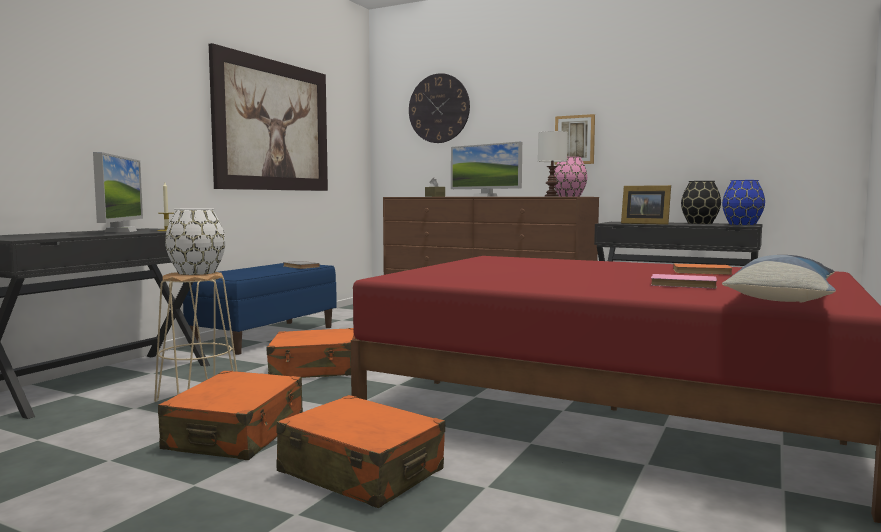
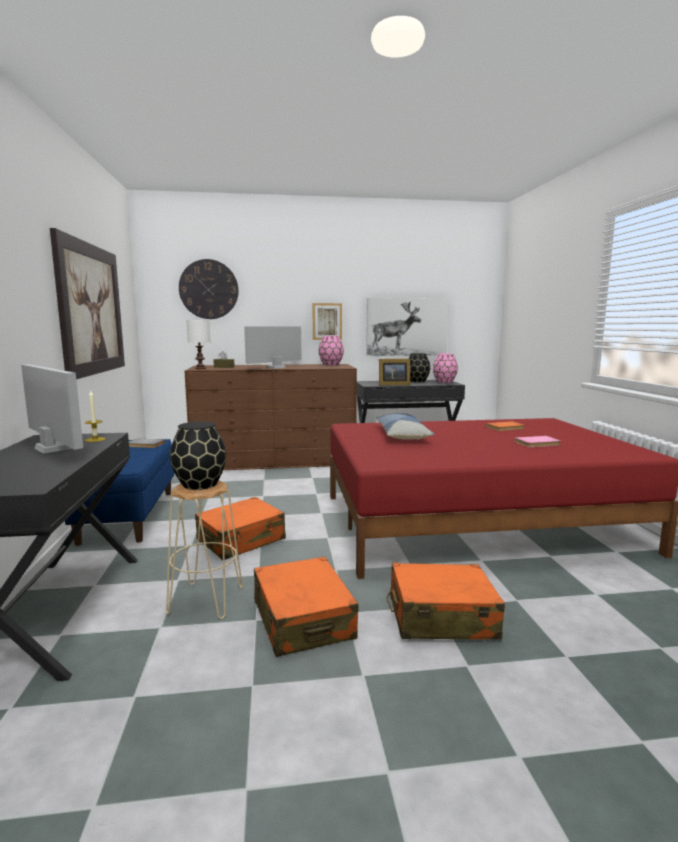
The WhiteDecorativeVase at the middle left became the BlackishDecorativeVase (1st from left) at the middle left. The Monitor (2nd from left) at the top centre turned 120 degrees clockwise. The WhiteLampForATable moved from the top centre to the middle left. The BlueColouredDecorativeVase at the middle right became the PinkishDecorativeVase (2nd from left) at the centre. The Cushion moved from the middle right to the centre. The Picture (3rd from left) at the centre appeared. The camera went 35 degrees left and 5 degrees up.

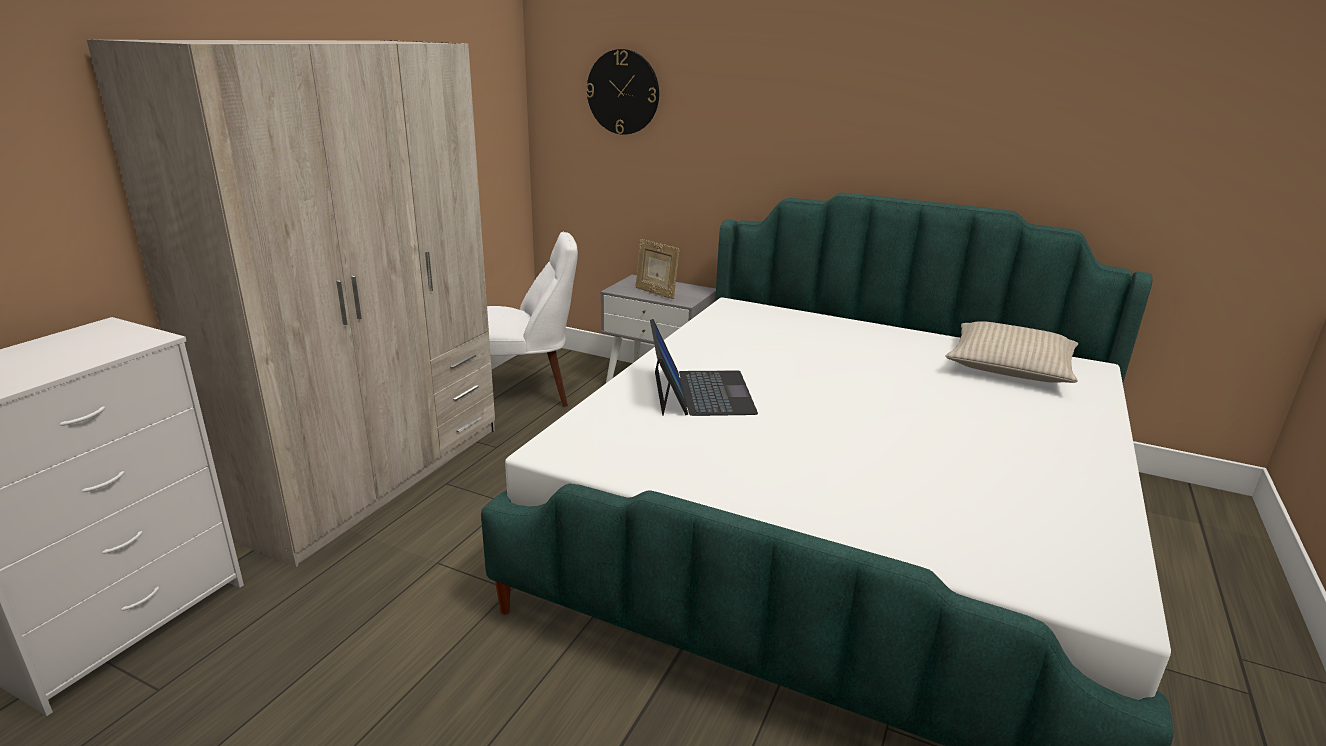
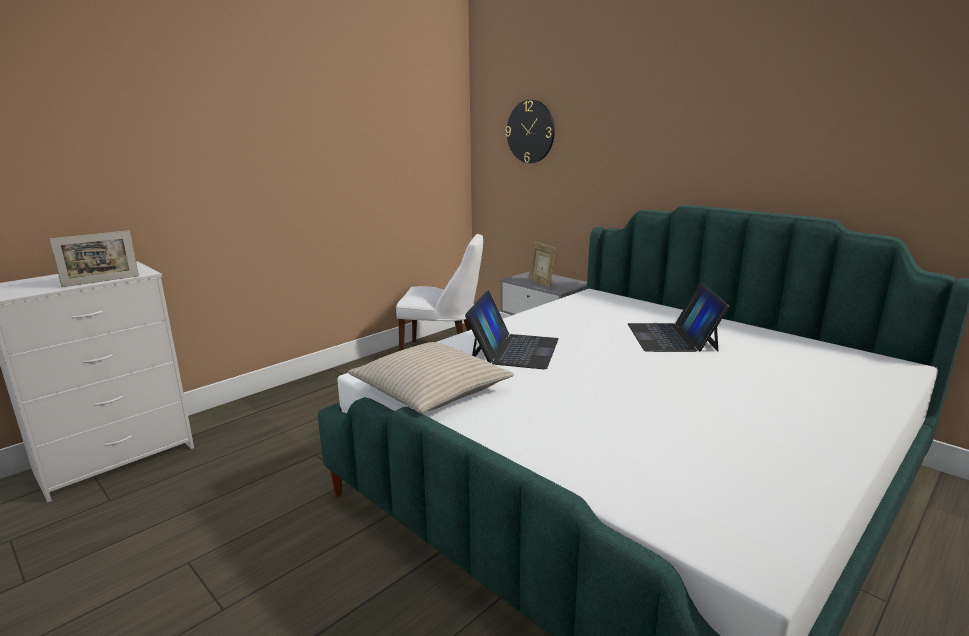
The SandColouredWardrobe at the middle left disappeared. The SandColouredCushion moved from the middle right to the centre. The PhotoFrame (1st from left) at the middle left appeared. The PortableComputer (2nd from left) at the middle right appeared. The camera went 20 degrees right and 5 degrees down.

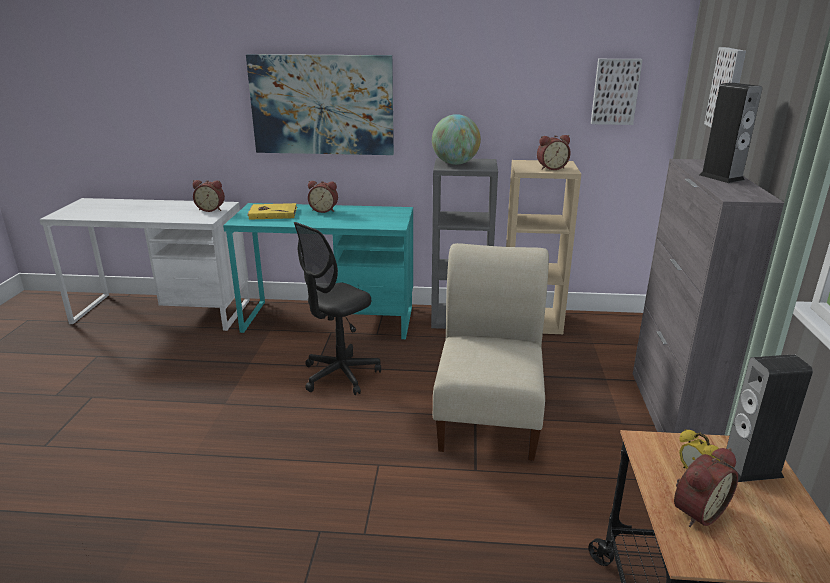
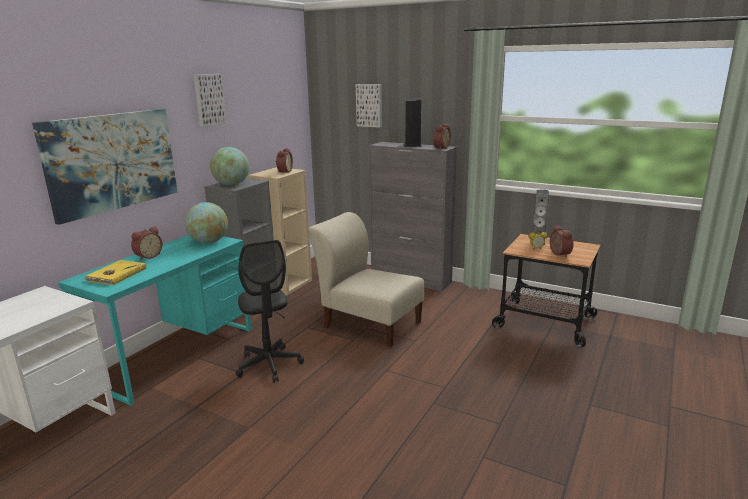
The TableClock (1st from left in the first image) moved from the middle left to the top centre. The Picture (2nd from left) moved from the top right to the top left. The WorldGlobe (1st from left) at the middle left appeared. The camera went 65 degrees left and 5 degrees down.

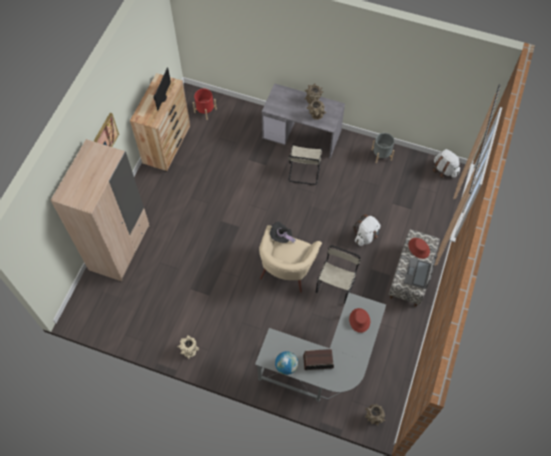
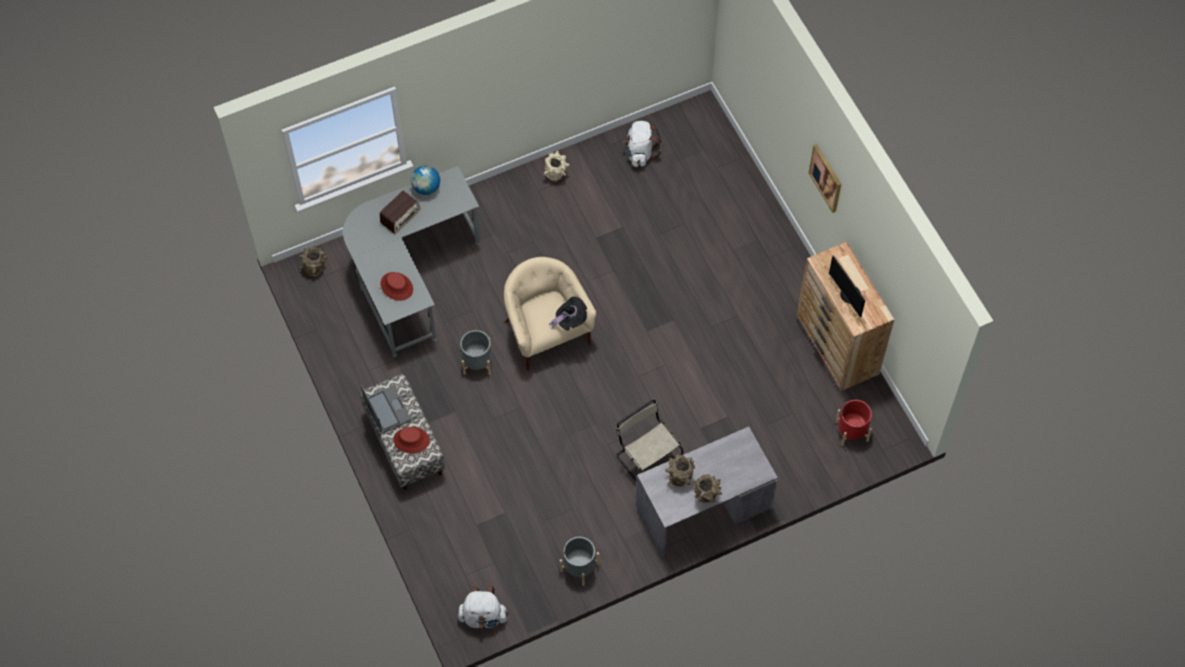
The SandColouredWardrobe at the middle left disappeared. The SandColouredPlainChair (2nd from left) at the centre was replaced by the GreyishPlantPot (1st from left) at the centre. The WhiteBackpack (1st from left in the first image) moved from the centre to the top centre. The camera went 135 degrees right and 0 degrees up.

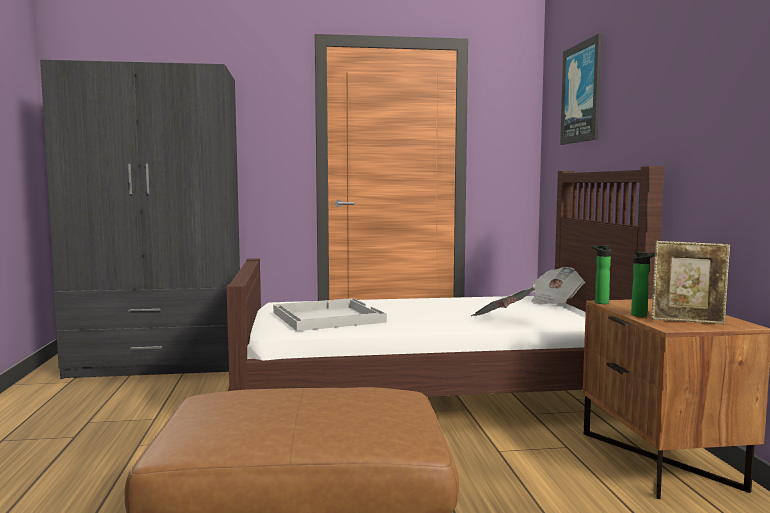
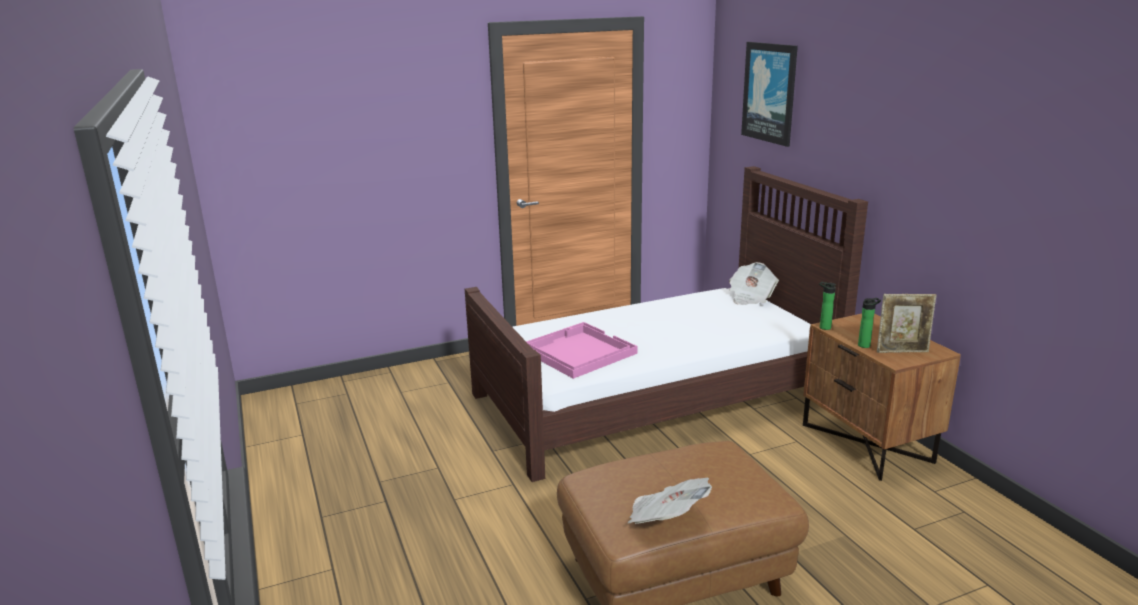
The GreyishWardrobe at the middle left disappeared. The WhiteServingTray at the centre became the PinkishServingTray at the centre. The Newspaper (1st from left) moved from the centre to the bottom centre. The camera went 15 degrees left and 15 degrees up.

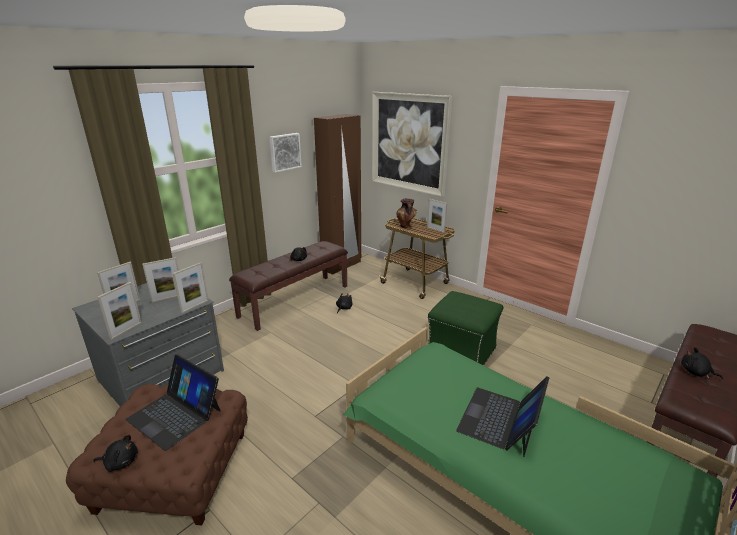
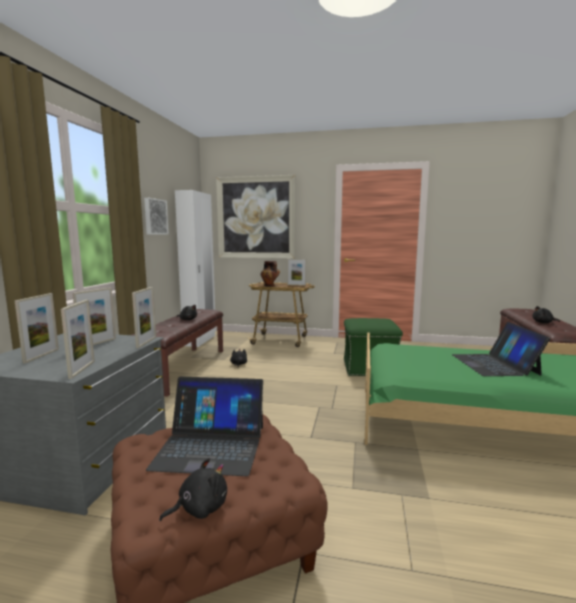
The BrownColouredWardrobe at the centre became the WhiteWardrobe at the centre. The camera went 30 degrees left and 15 degrees down.

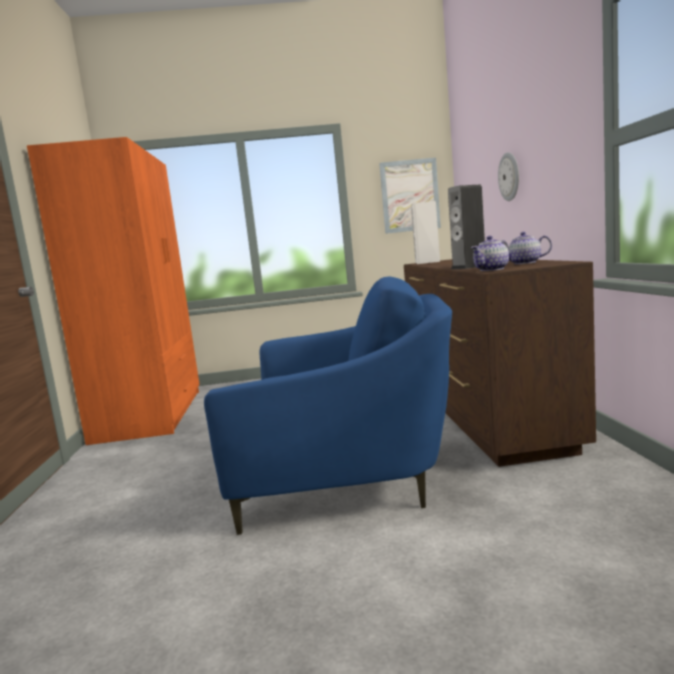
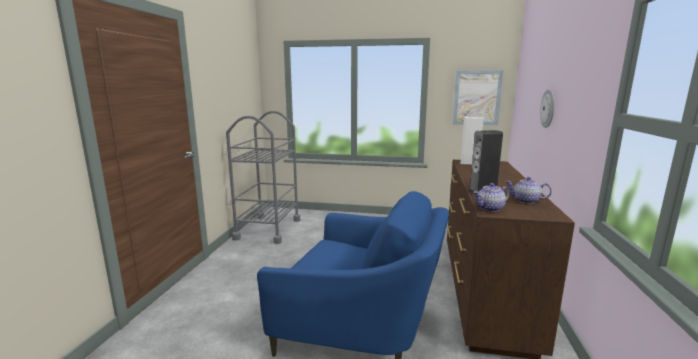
The OrangeyWardrobe at the middle left was replaced by the GreyishTrolley at the centre. The camera went 15 degrees right and 5 degrees up.

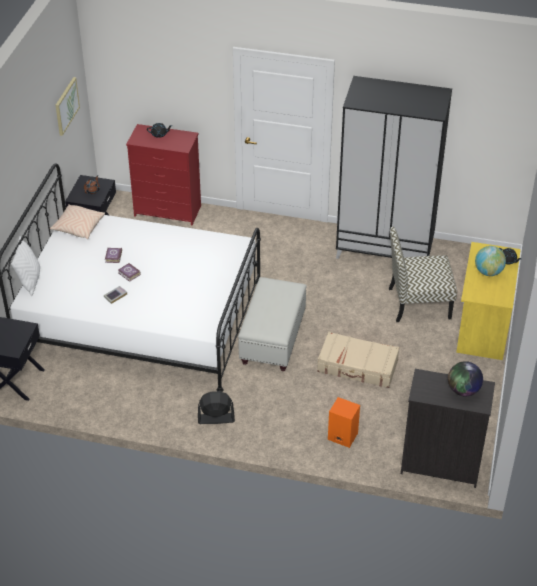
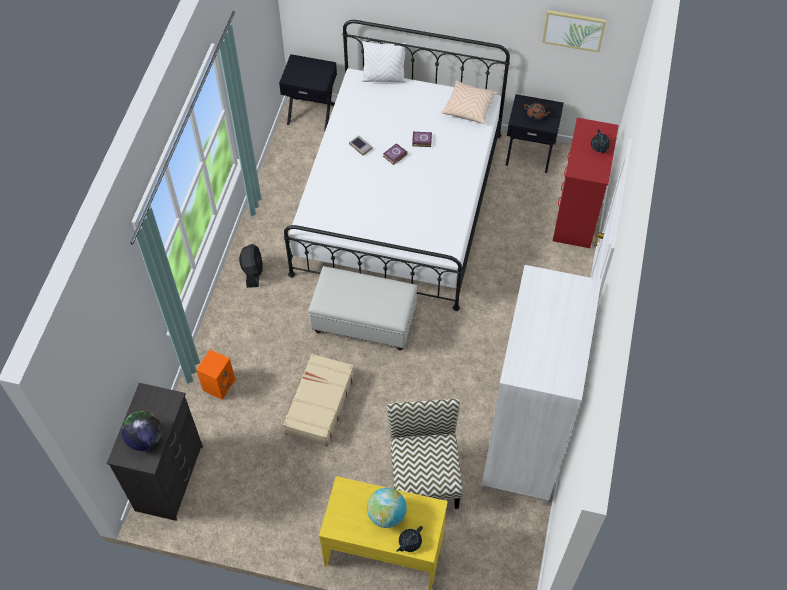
The BlackishWardrobe at the top right became the WhiteWardrobe at the middle right. The camera went 90 degrees right and 15 degrees up.

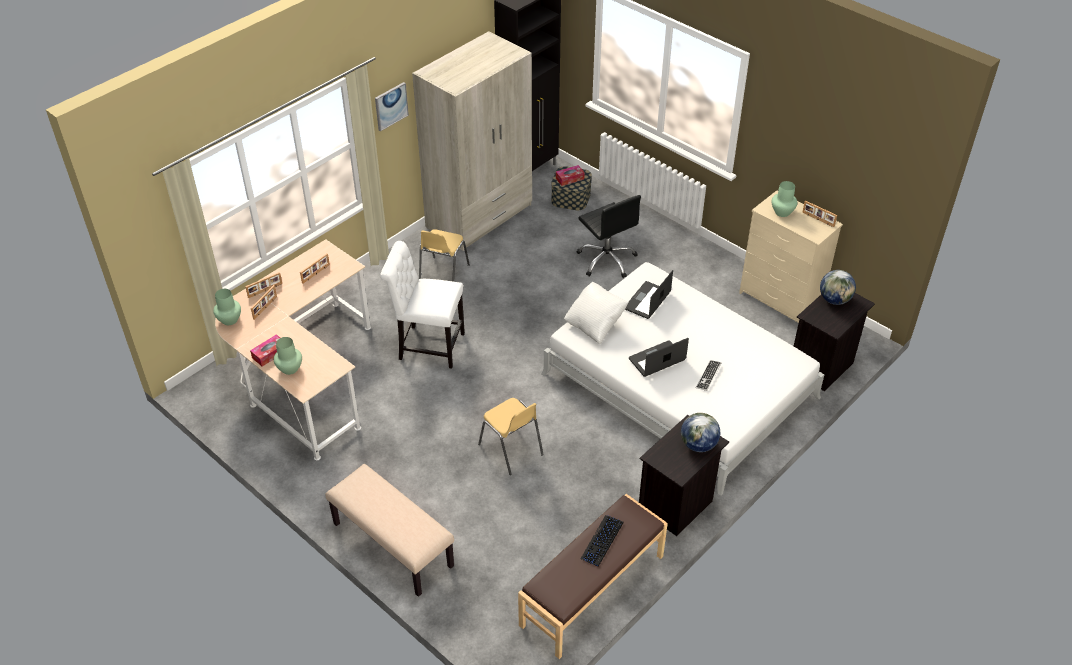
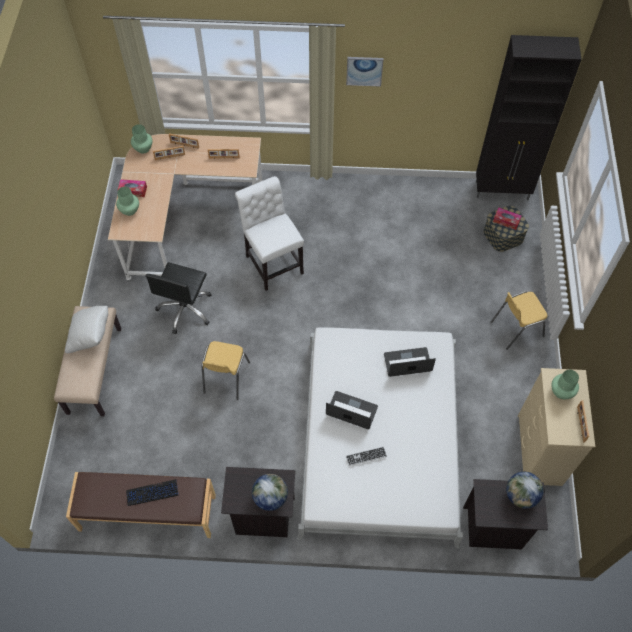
The SandColouredWardrobe at the top centre disappeared. The YellowPlainChair (1st from left in the first image) moved from the centre to the middle right. The WhiteCushion moved from the centre to the middle left. The BlackishOfficeChair moved from the centre to the middle left. The camera went 50 degrees right and 15 degrees up.

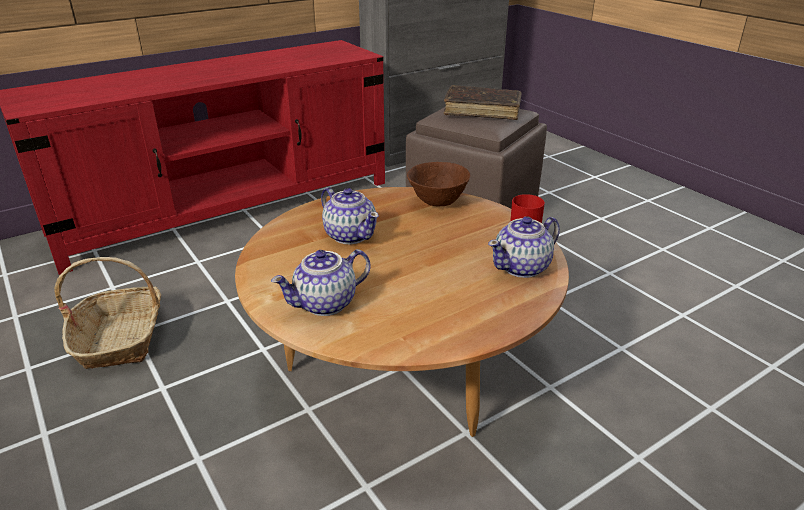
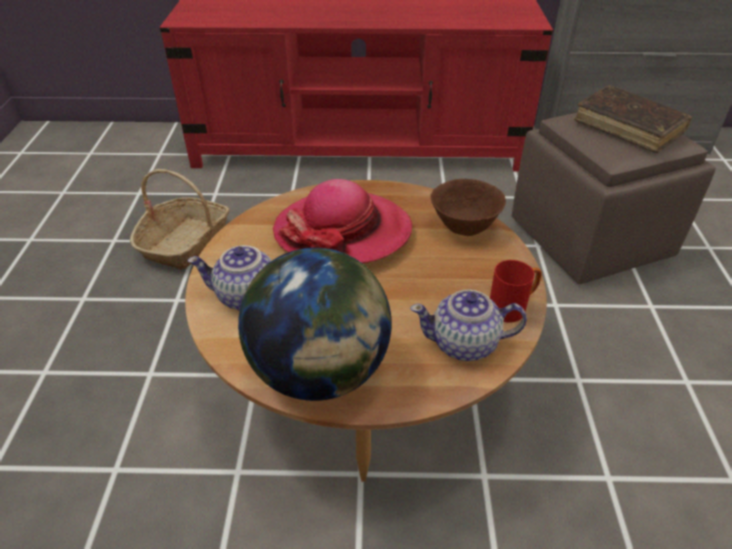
The Teapot (2nd from left) at the centre was replaced by the WearableHat at the centre. The WorldGlobe at the centre appeared. The camera went 35 degrees right and 10 degrees up.

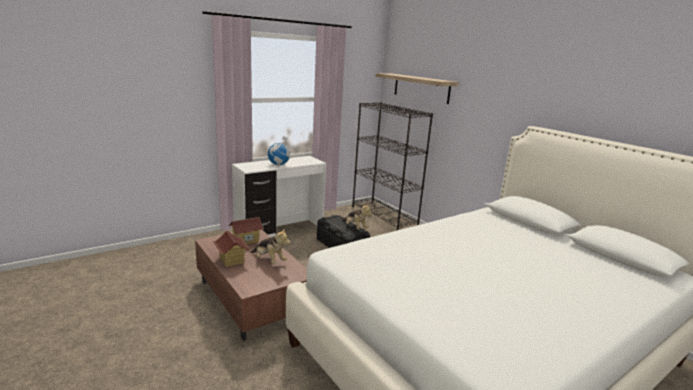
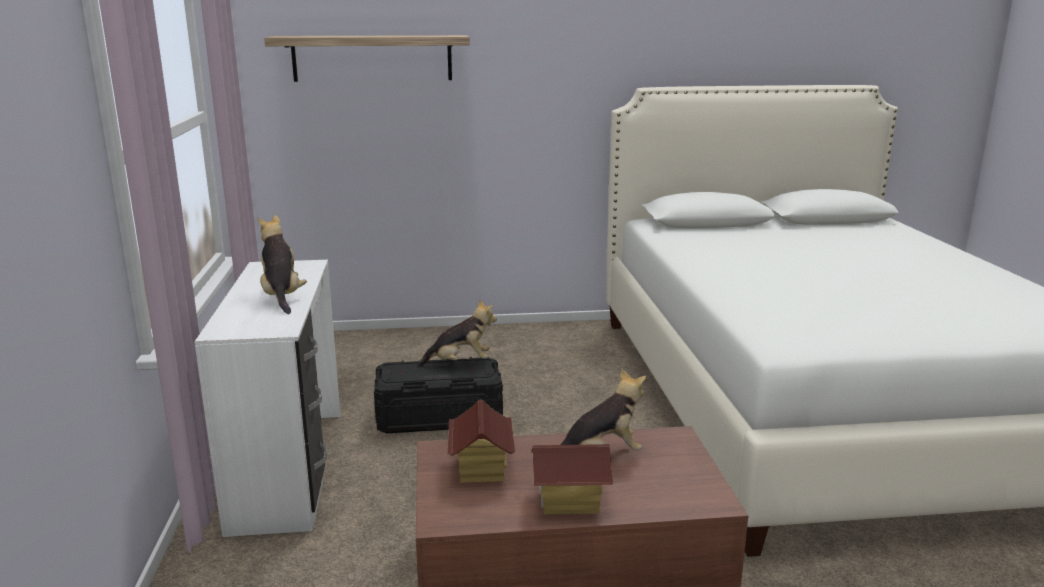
The WorldGlobe at the centre was replaced by the PlushToy (1st from left) at the middle left. The BlackishBookcase at the centre disappeared. The camera went 60 degrees left and 0 degrees up.

